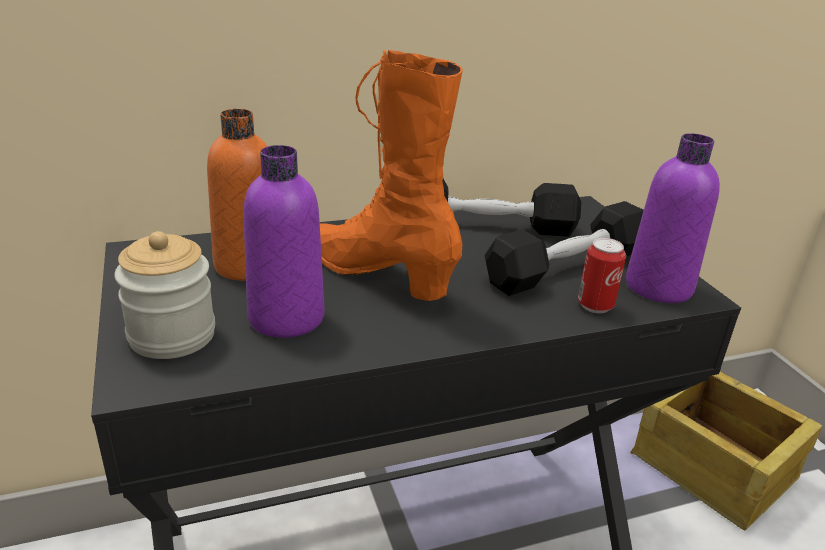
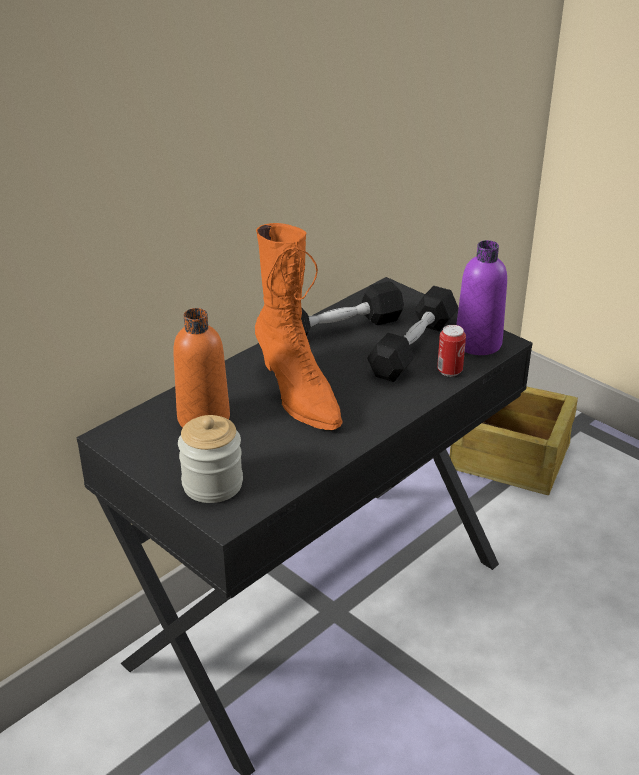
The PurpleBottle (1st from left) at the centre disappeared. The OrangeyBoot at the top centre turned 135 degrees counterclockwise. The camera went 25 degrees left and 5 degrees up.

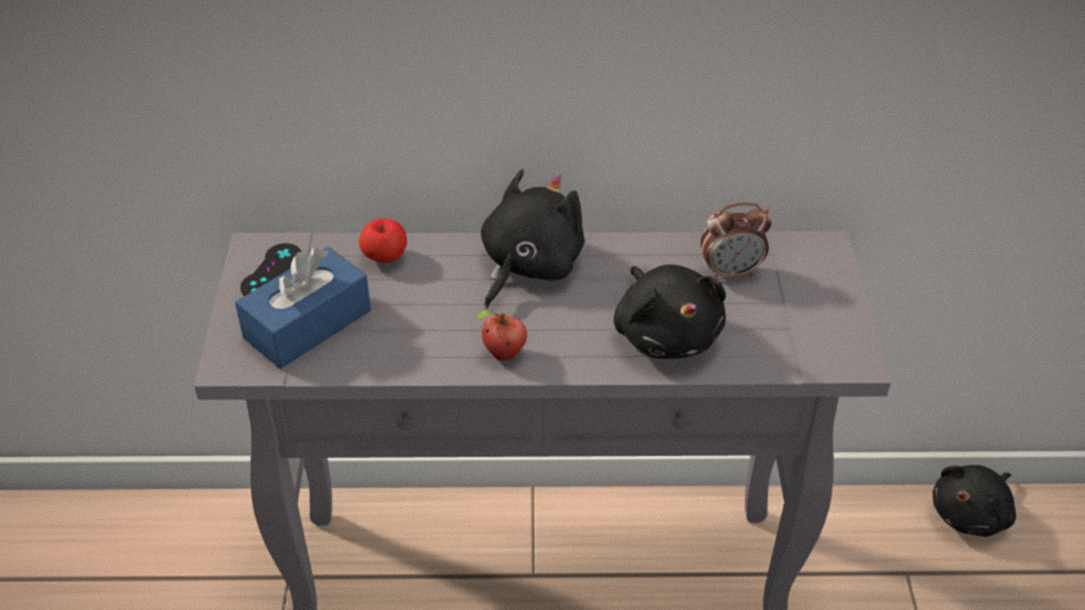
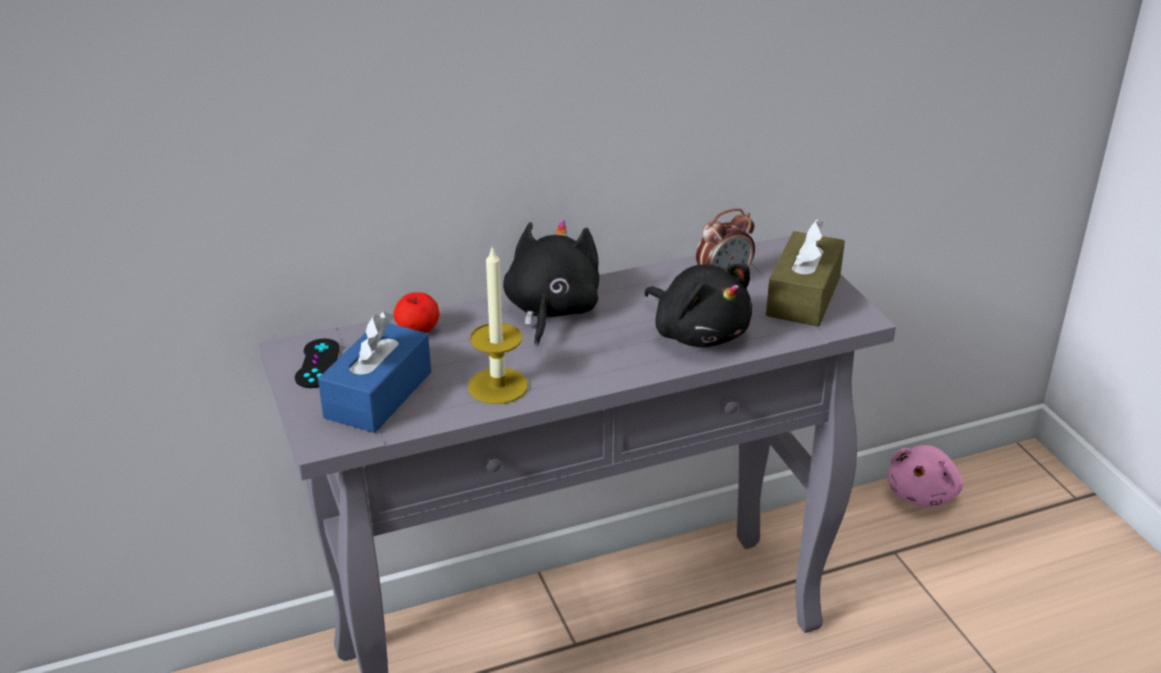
The Apple (2nd from left) at the centre disappeared. The BlackishPlushToy (3rd from left) at the bottom right became the PinkishPlushToy at the bottom right. The Candle at the centre appeared. The BrownColouredTissueBox at the middle right appeared. The camera went 20 degrees left and 10 degrees down.

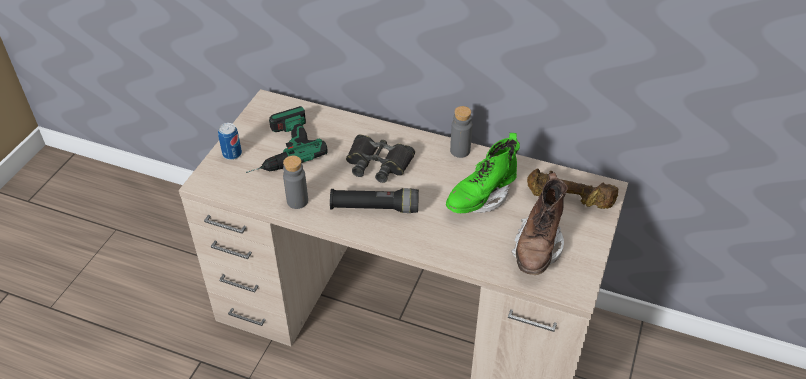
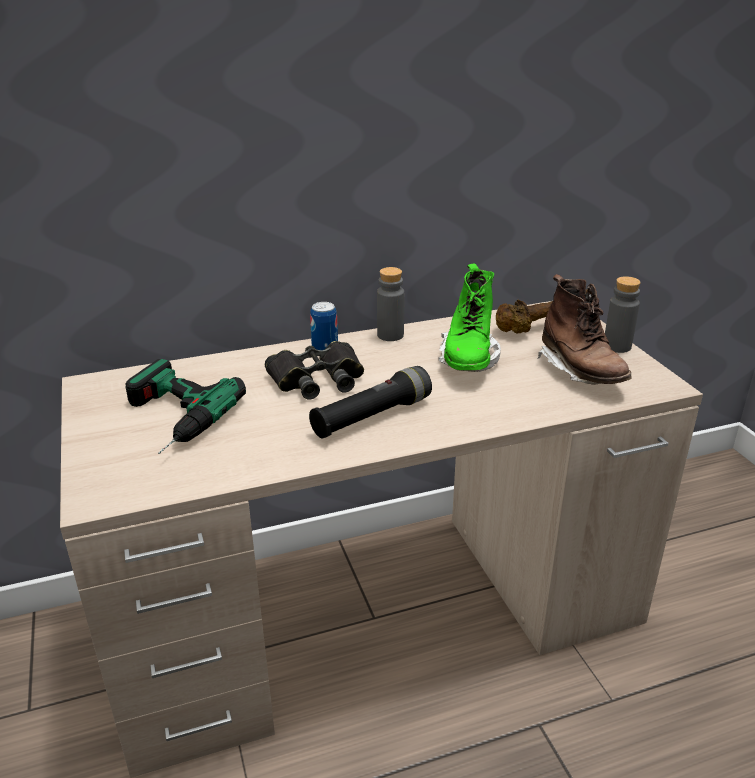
The MetalCan moved from the middle left to the centre. The GreyishBottle (1st from left in the first image) moved from the centre to the middle right. The camera went 40 degrees left and 15 degrees down.

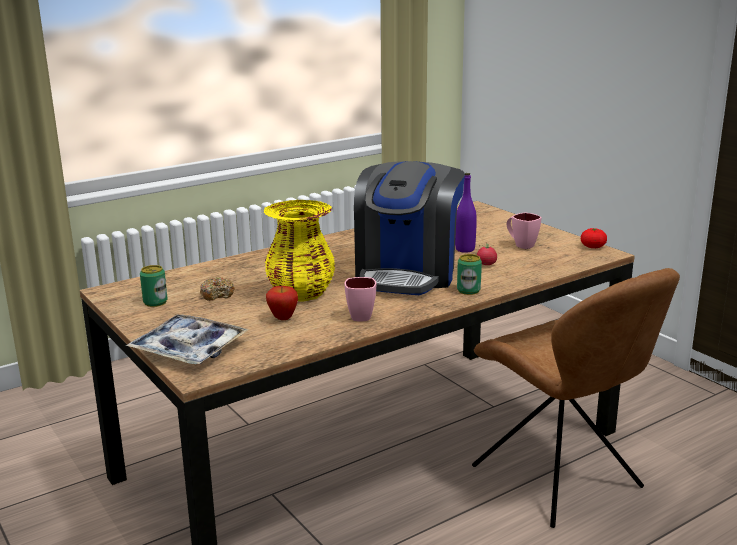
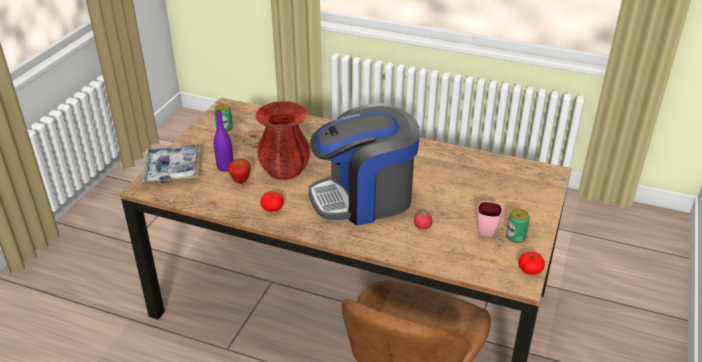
The YellowDecorativeVase at the centre became the ReddishDecorativeVase at the centre. The PinkishTeaMug (1st from left) at the centre was replaced by the FreshTomato (1st from left) at the centre. The PurpleBottle moved from the centre to the middle left. The MetalCan (2nd from left) moved from the centre to the middle right. The camera went 55 degrees right and 15 degrees up.

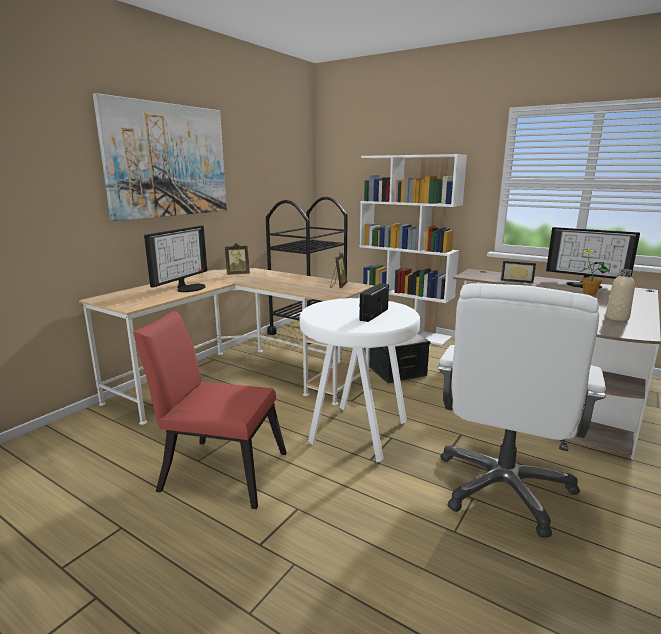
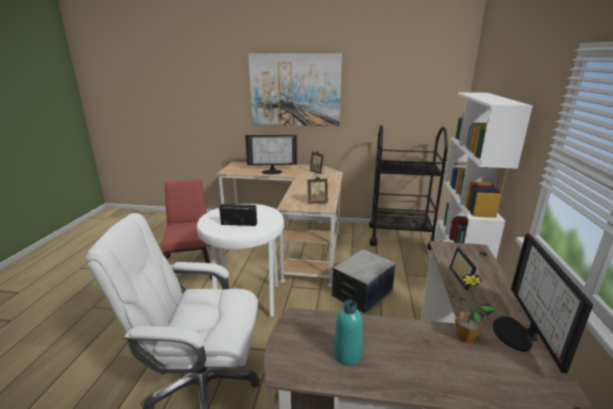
The SandColouredBottle at the middle right became the TurquoiseBottle at the bottom centre. The camera went 65 degrees right and 5 degrees up.

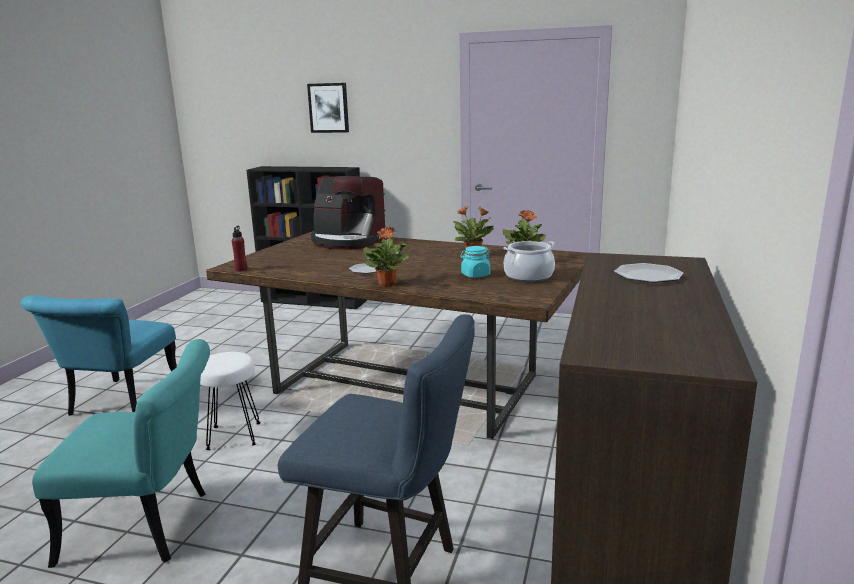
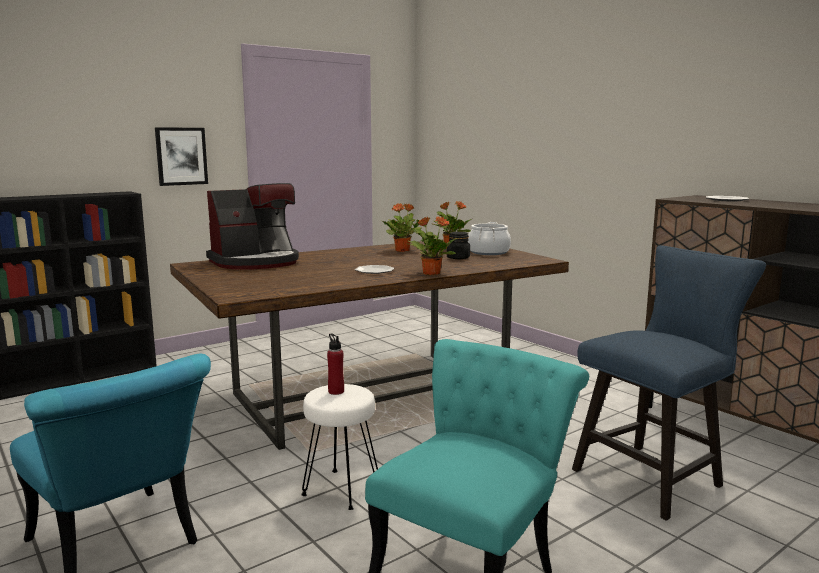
The ReddishBottle moved from the middle left to the centre. The Picture moved from the top centre to the top left. The TurquoiseJar at the centre became the BlackishJar at the centre. The camera went 55 degrees left and 5 degrees down.

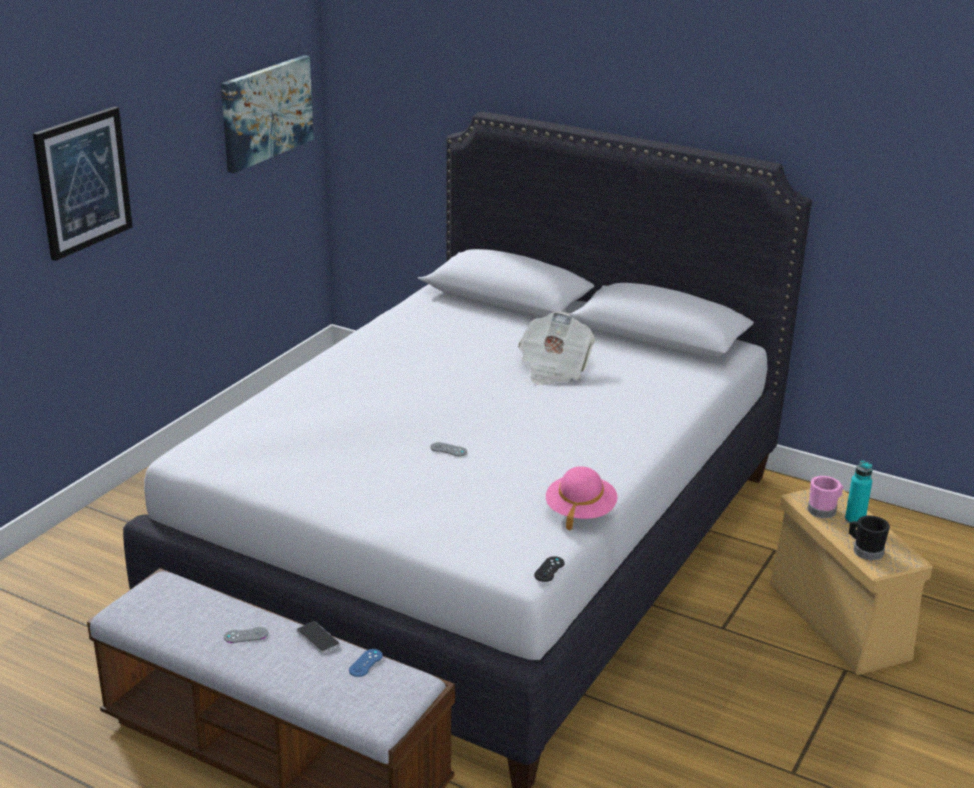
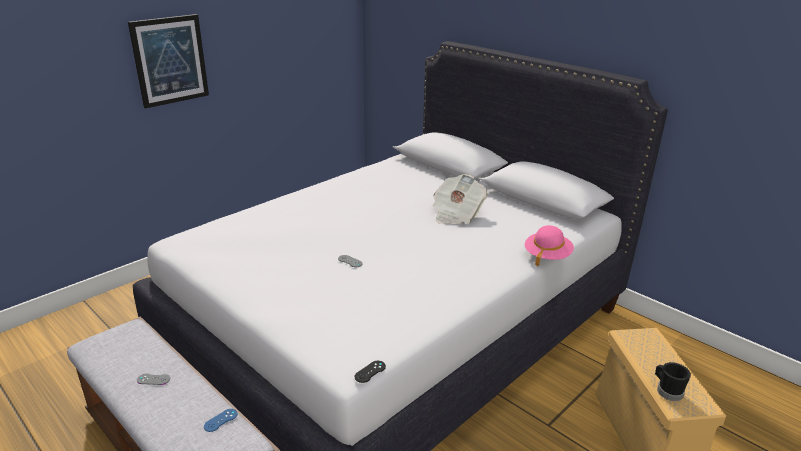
The Picture (2nd from left) at the top left disappeared. The Phone at the bottom left disappeared. The PinkishWearableHat moved from the centre to the middle right. The PinkishTeaMug at the middle right disappeared. The TurquoiseBottle at the middle right disappeared. The camera went 15 degrees right and 0 degrees up.

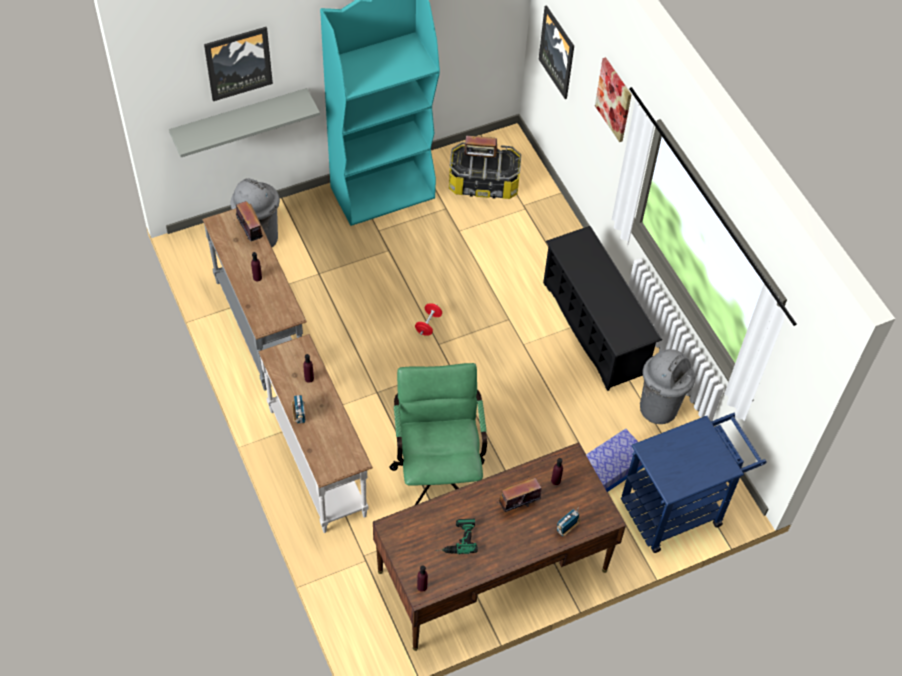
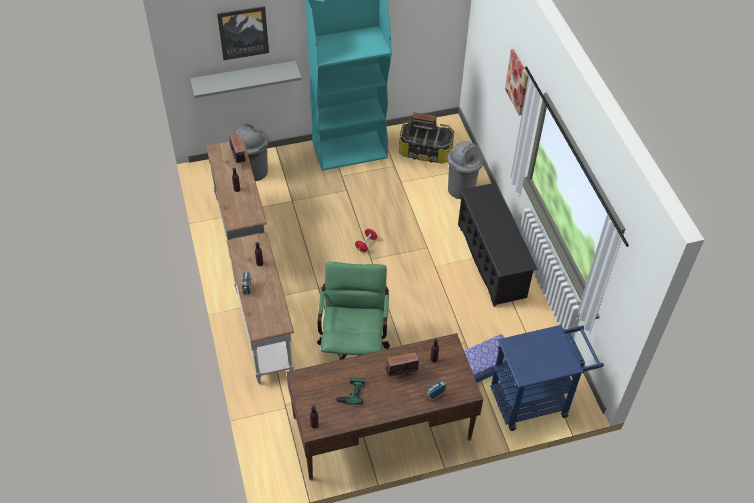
The Picture (2nd from left) at the top centre disappeared. The GreyishRubbishBin (2nd from left) moved from the middle right to the centre. The camera went 10 degrees right and 5 degrees down.

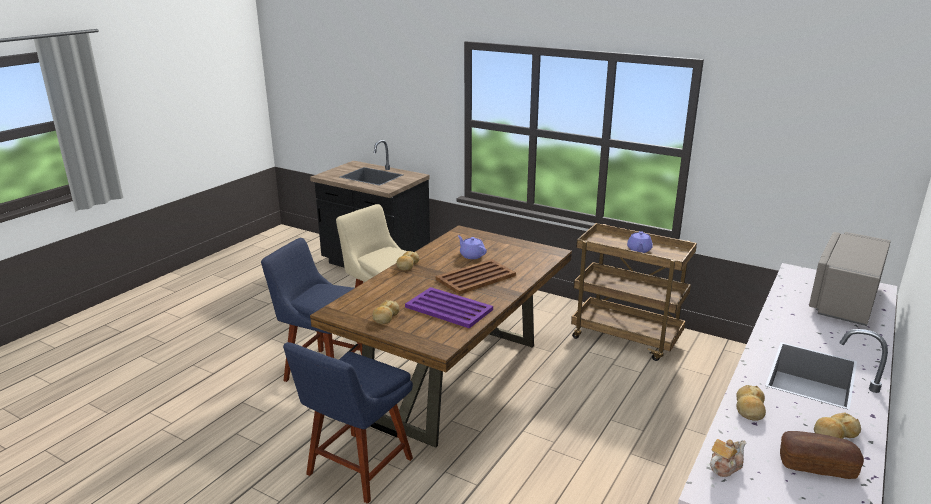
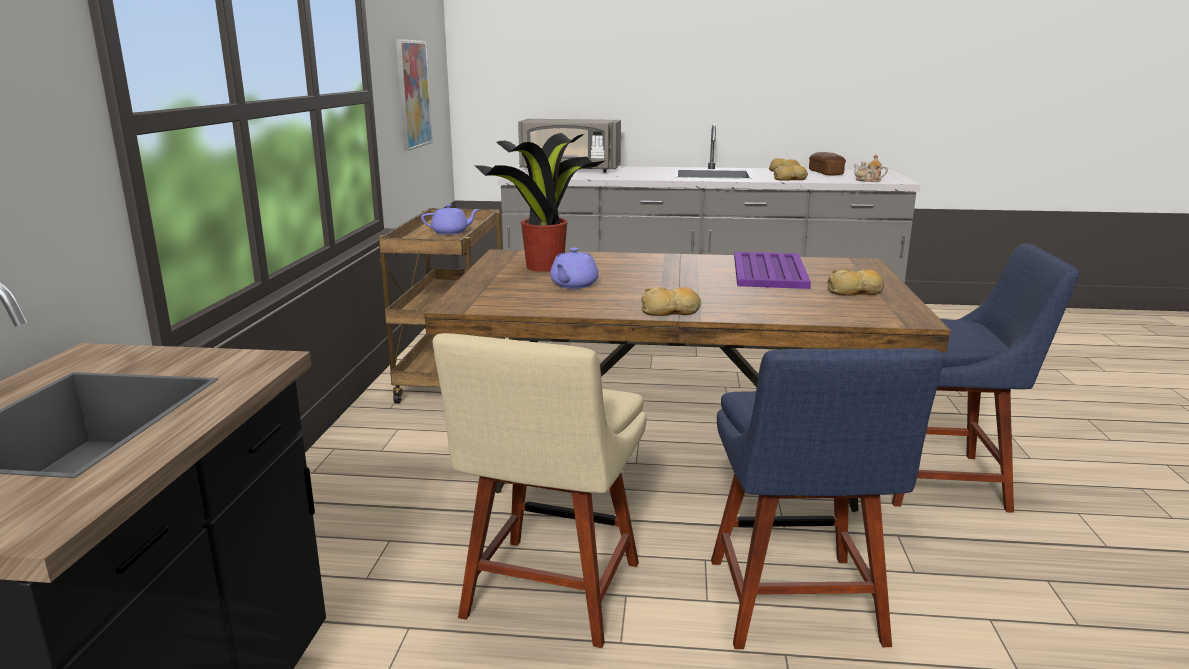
The BrownColouredServingTray at the centre disappeared. The Picture at the top centre appeared. The PottedPlant at the top centre appeared. The camera went 115 degrees left and 5 degrees down.

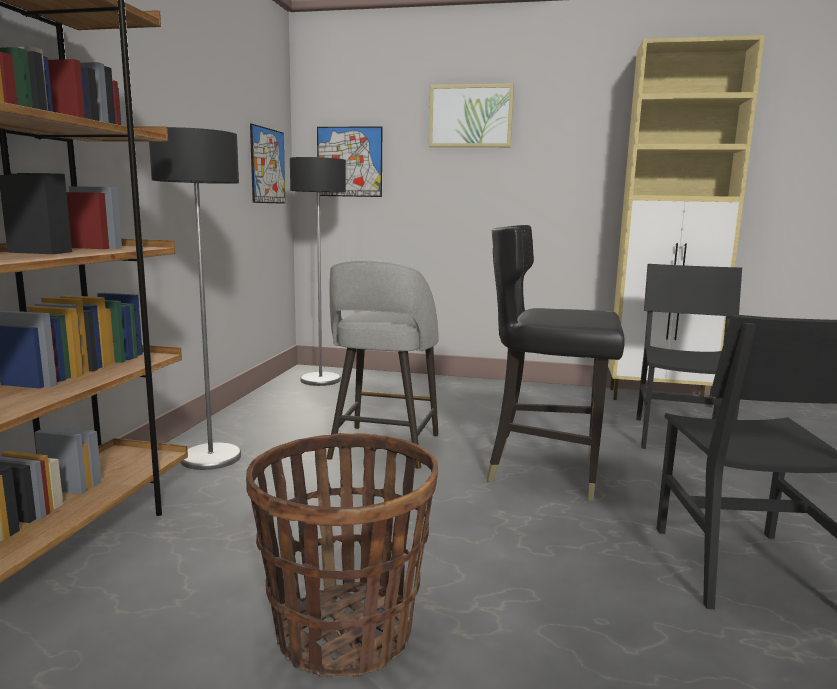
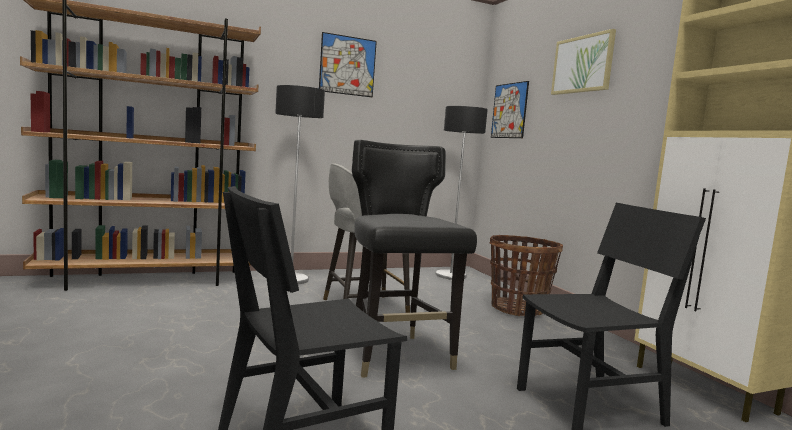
The HouseholdBasket moved from the bottom centre to the centre. The Picture (1st from left) moved from the top left to the top centre. The camera went 55 degrees right and 5 degrees down.

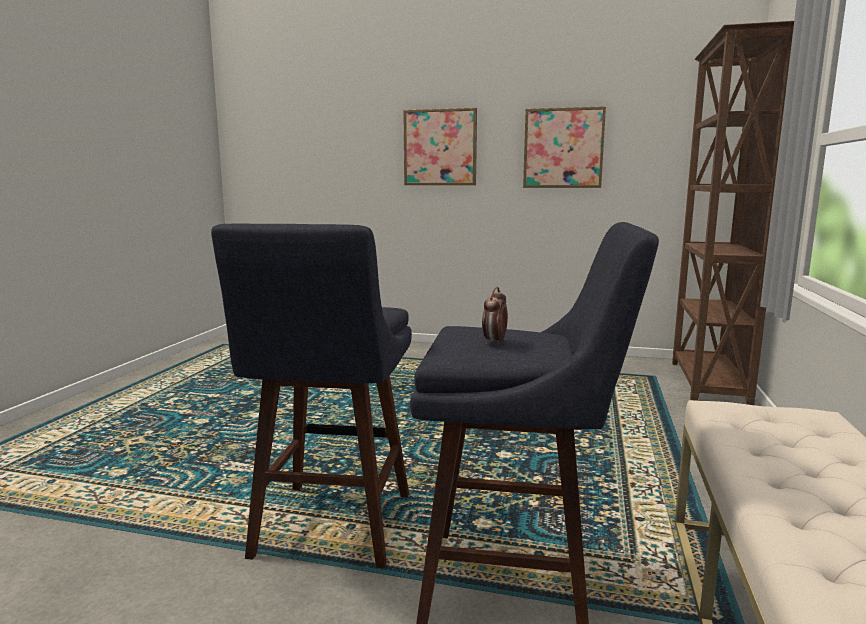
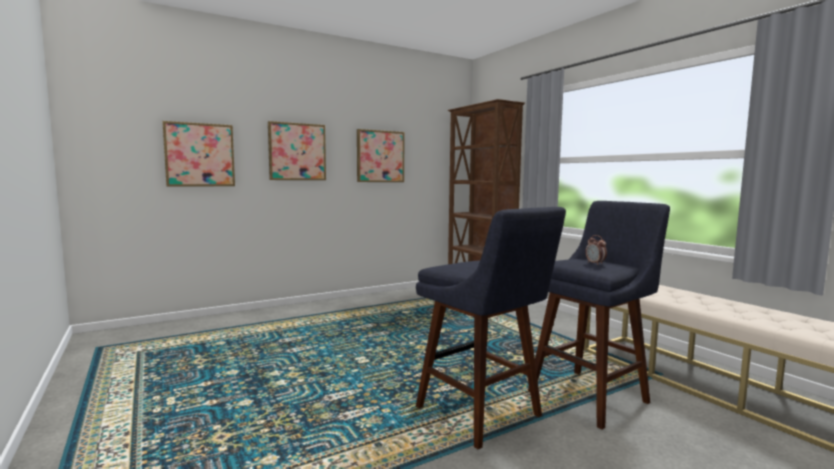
The Picture (1st from left) at the top left appeared. The camera went 45 degrees left and 5 degrees down.

